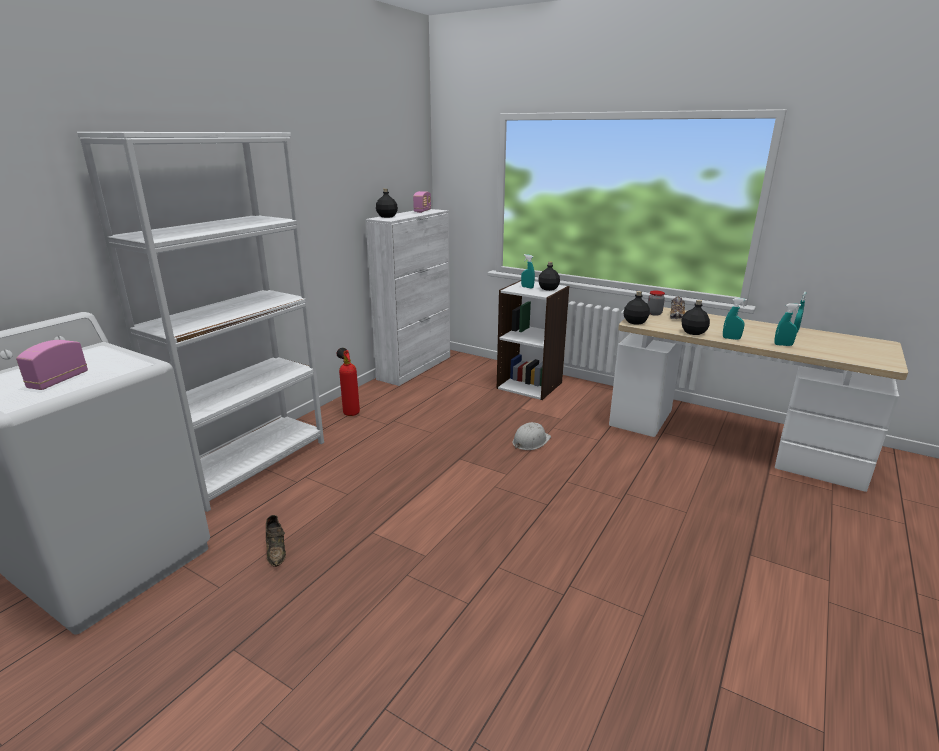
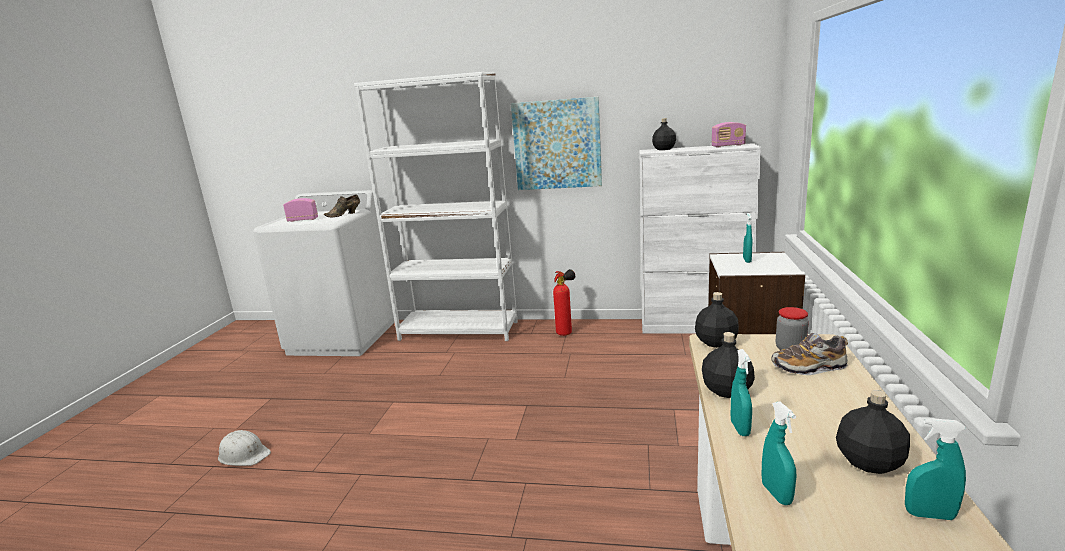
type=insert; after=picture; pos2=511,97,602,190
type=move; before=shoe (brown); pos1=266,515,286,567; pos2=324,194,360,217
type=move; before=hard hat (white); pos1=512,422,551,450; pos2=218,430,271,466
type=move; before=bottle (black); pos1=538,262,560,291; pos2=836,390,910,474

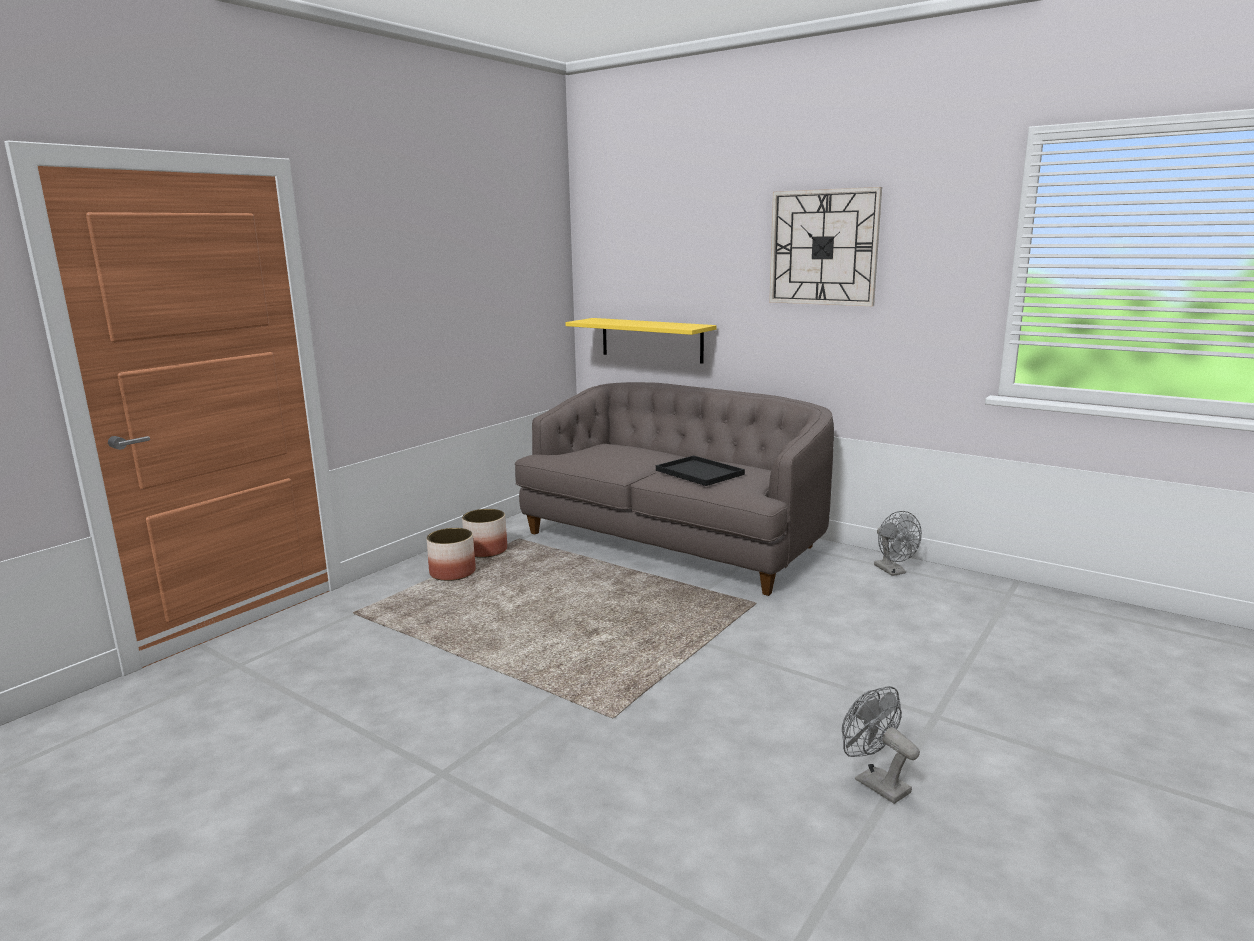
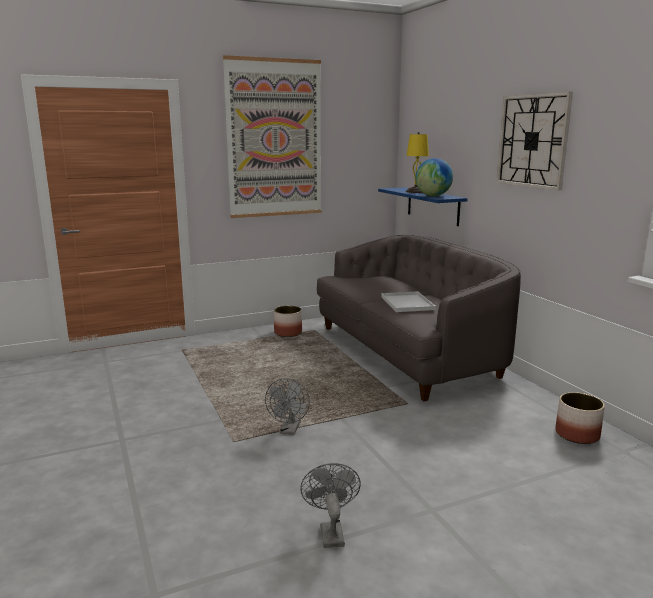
type=insert; after=picture; pos2=223,55,321,218
type=insert; after=table lamp (yellow); pos2=406,132,429,193
type=insert; after=globe; pos2=415,158,453,196
type=move; before=planter; pos1=426,528,476,581; pos2=555,392,605,444
type=move; before=fan (grey); pos1=874,511,922,576; pos2=265,378,310,435
type=recolor; before=shelf (yellow); after=shelf (blue); pos1=565,318,717,364; pos2=378,187,468,226
type=recolor; before=tray (black); after=tray (white); pos1=656,456,745,486; pos2=381,291,436,312

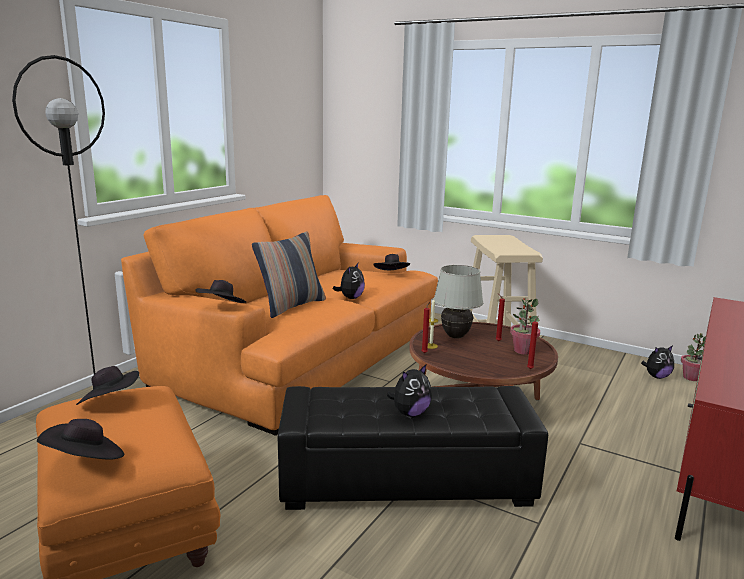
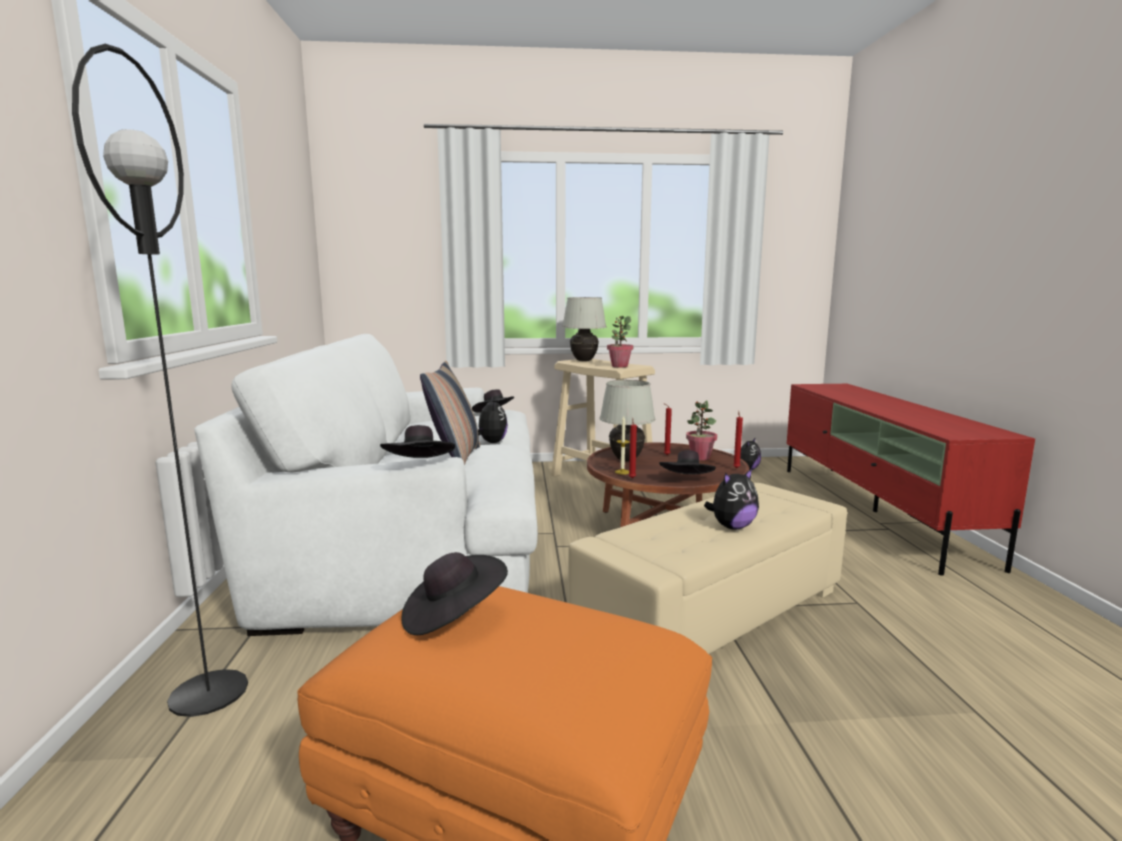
type=insert; after=table lamp (white); pos2=562,297,606,361
type=move; before=hat (black); pos1=37,419,125,460; pos2=659,450,716,475
type=move; before=potted plant; pos1=681,333,706,381; pos2=607,316,633,367
type=recolor; before=sofa (orange); after=sofa (white); pos1=121,195,438,436; pos2=194,334,538,636
type=recolor; before=ottoman (black); after=ottoman (beige); pos1=278,386,548,510; pos2=568,483,847,654
type=rotate; before=plush toy; pos1=387,365,432,417; pos2=704,468,759,529; turn=45

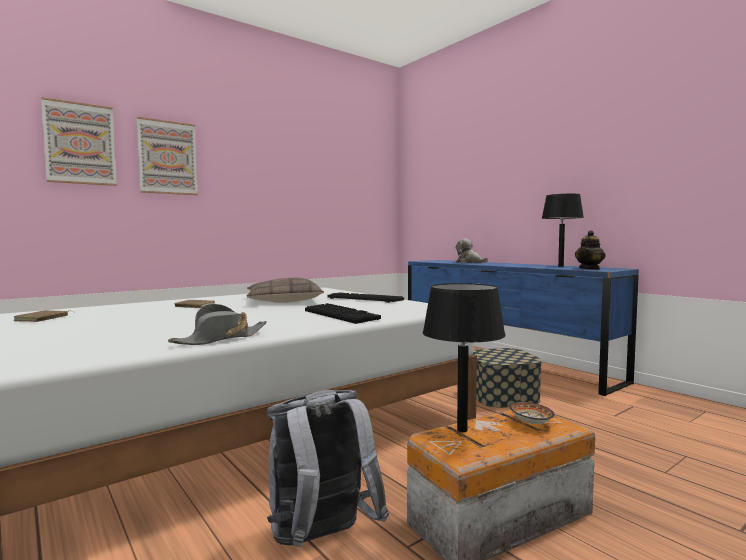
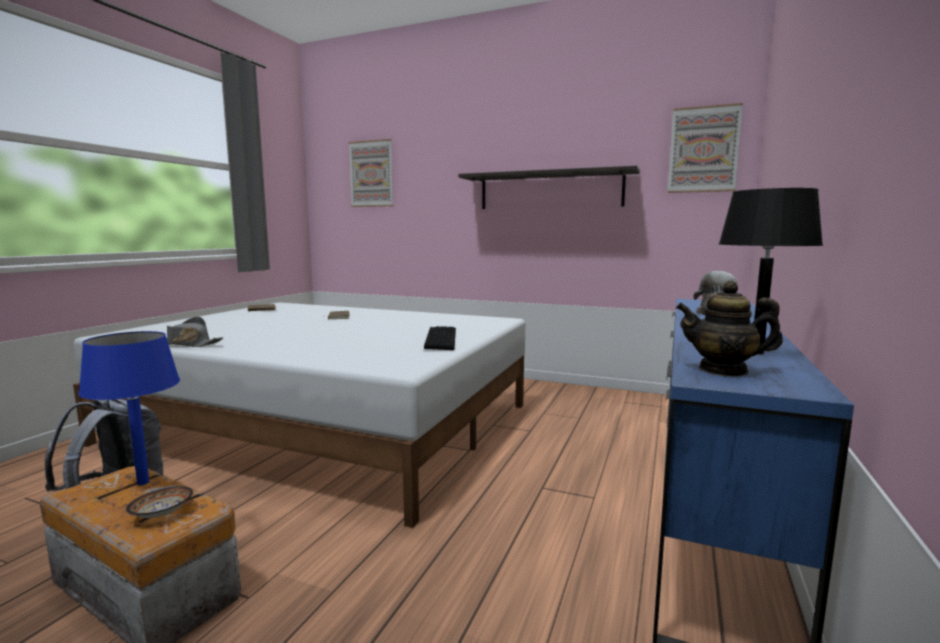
type=delete; before=pillow; pos1=246,278,324,303
type=delete; before=keyboard; pos1=305,303,381,324
type=delete; before=storage box; pos1=472,348,542,408
type=insert; after=shelf; pos2=458,166,640,209
type=move; before=picture; pos1=137,117,198,195; pos2=668,103,743,193
type=recolor; before=table lamp (black); after=table lamp (blue); pos1=423,283,506,432; pos2=78,331,180,485

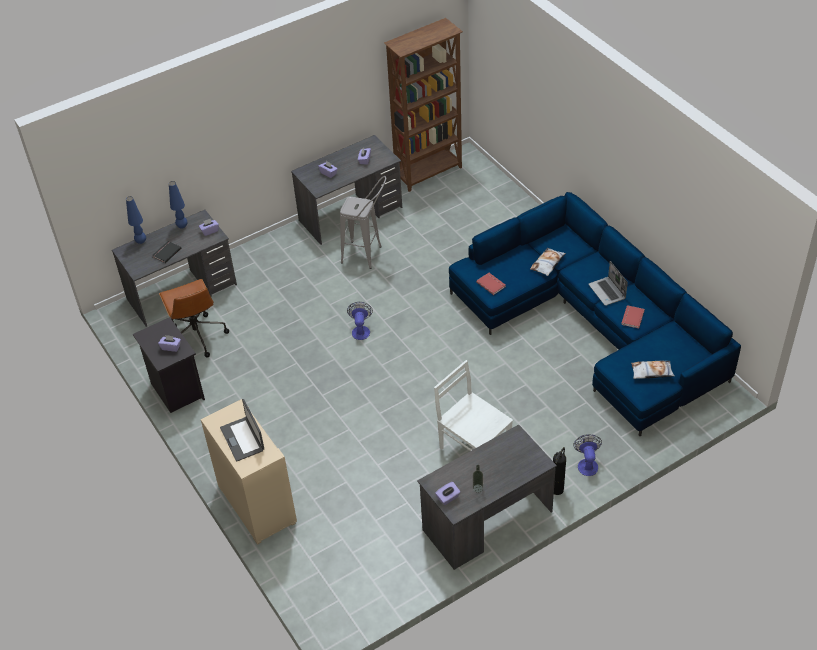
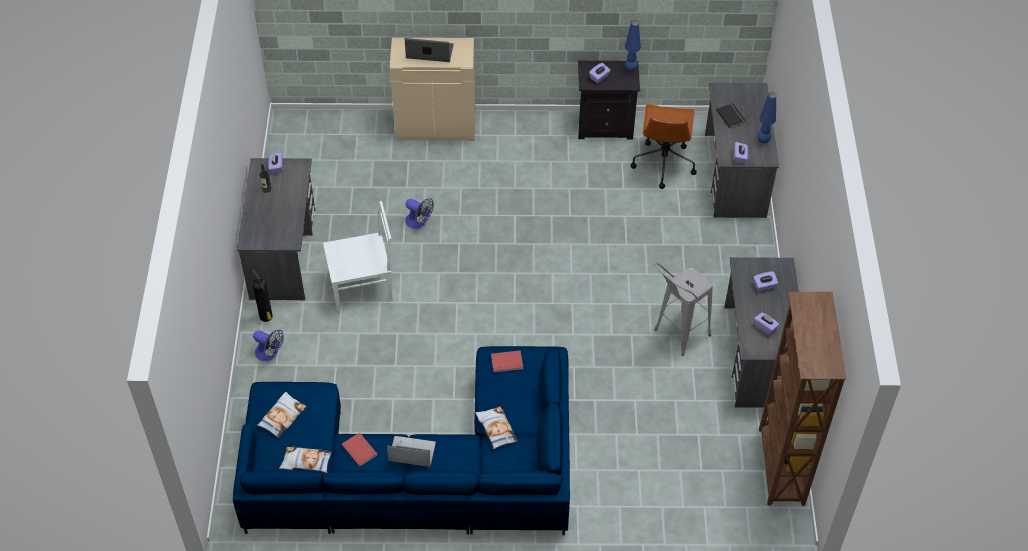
type=insert; after=pillow; pos2=279,447,332,473
type=move; before=table lamp (blue); pos1=126,197,146,244; pos2=625,20,641,71
type=move; before=fan; pos1=347,302,373,340; pos2=405,198,434,229
type=rotate; before=office chair (brown); pos1=159,279,229,357; pos2=631,105,697,189; turn=-90

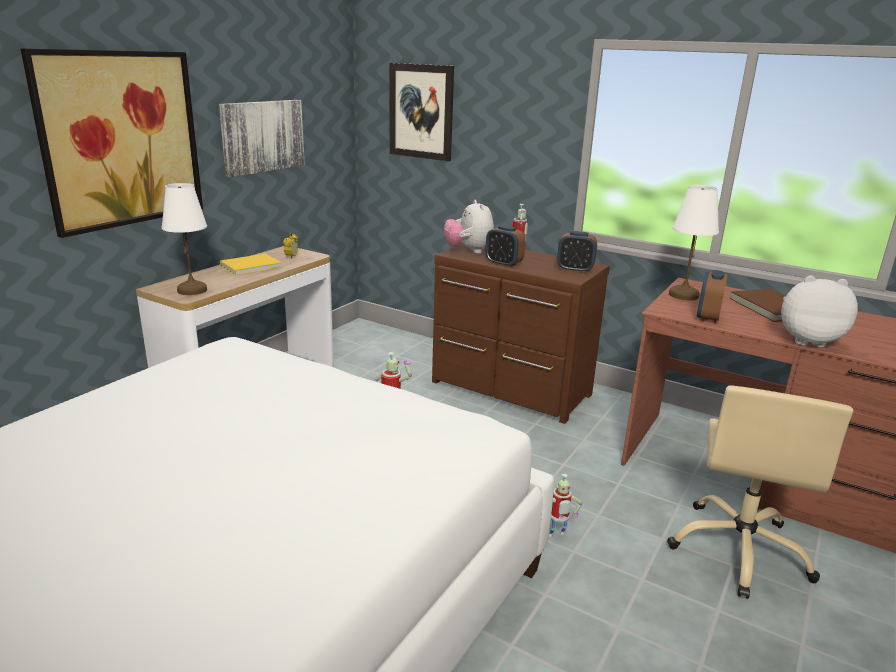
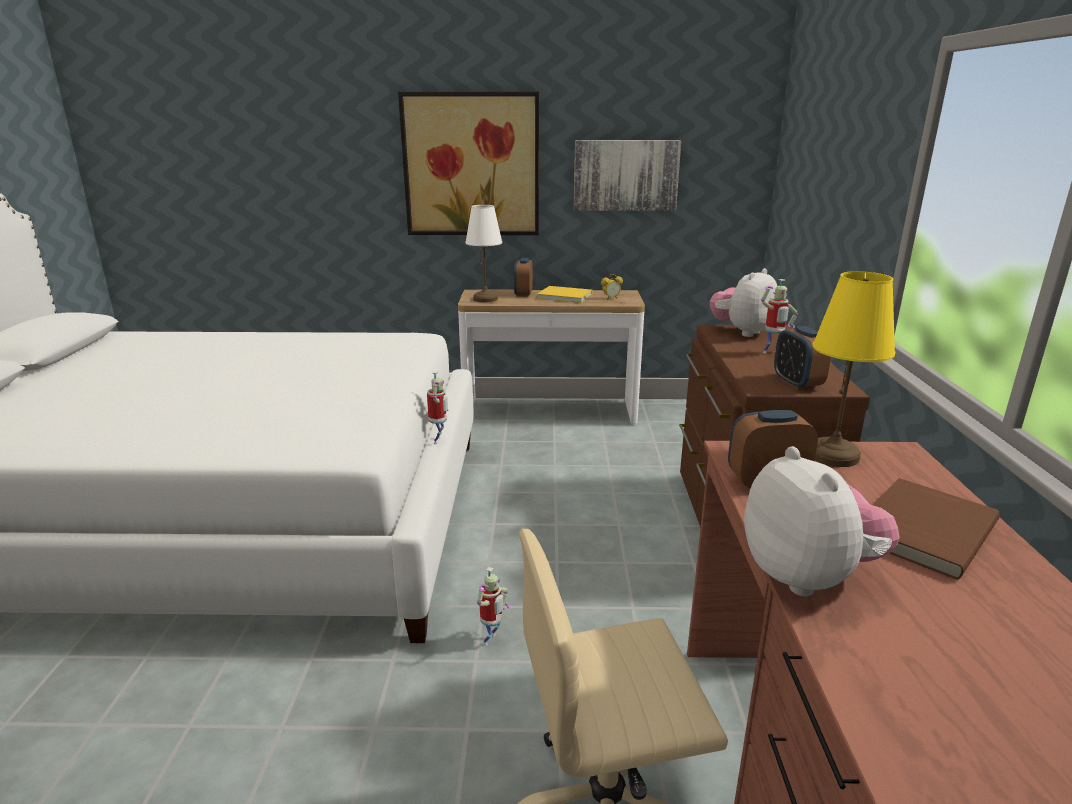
type=delete; before=picture; pos1=390,63,454,161
type=move; before=alarm clock; pos1=485,225,526,268; pos2=514,258,533,297
type=recolor; before=table lamp (white); after=table lamp (yellow); pos1=669,185,719,300; pos2=813,271,895,467
type=rotate; before=toy robot; pos1=549,474,582,537; pos2=477,567,509,646; turn=-105

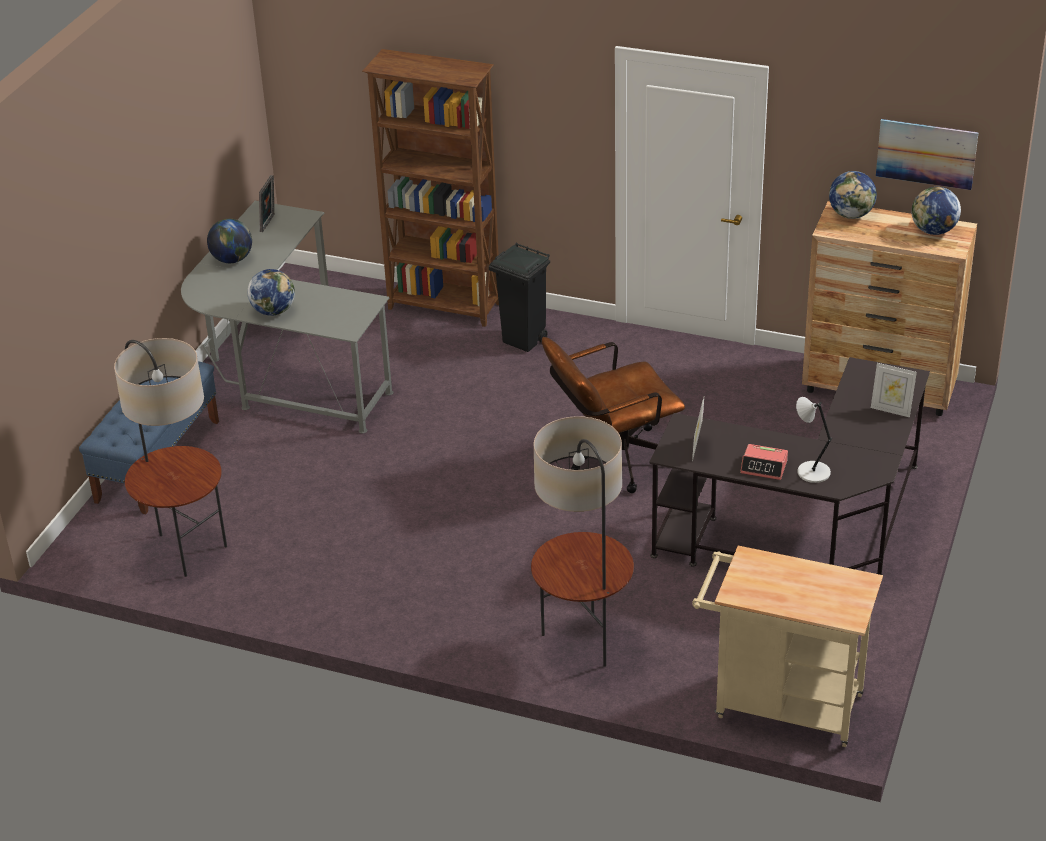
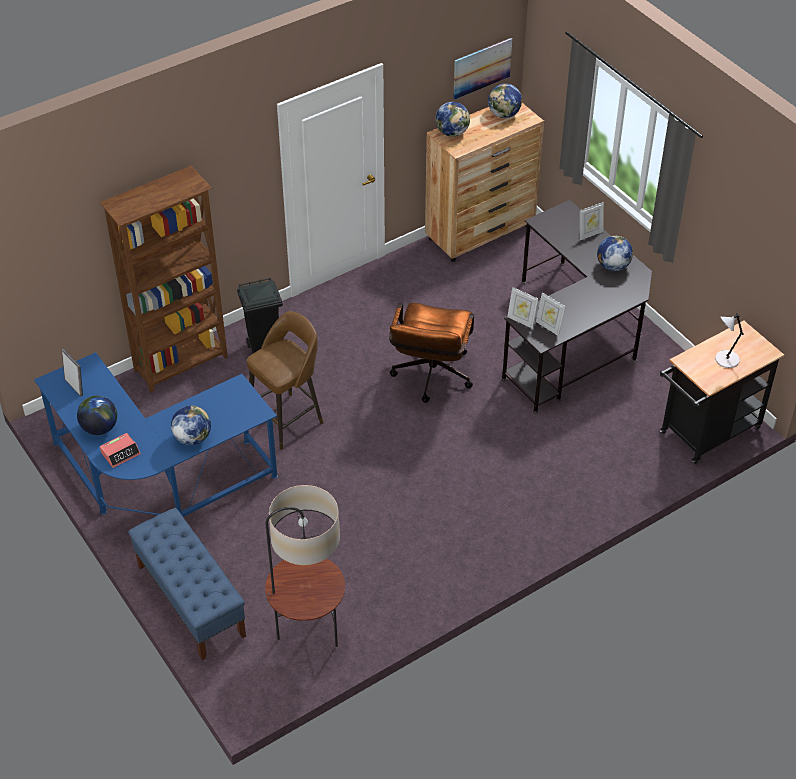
type=delete; before=floor lamp; pos1=531,416,634,667
type=insert; after=stool (brown); pos2=247,311,324,450
type=insert; after=picture frame; pos2=507,287,538,329
type=insert; after=globe; pos2=597,236,633,271
type=move; before=alarm clock; pos1=740,444,788,480; pos2=100,433,141,468
type=move; before=table lamp (grey); pos1=796,397,832,483; pos2=715,313,743,368
type=recolor; before=desk (grey); after=desk (blue); pos1=181,201,393,433; pos2=34,352,278,517
type=recolor; before=cart (beige); after=cart (black); pos1=692,546,883,747; pos2=660,320,784,464

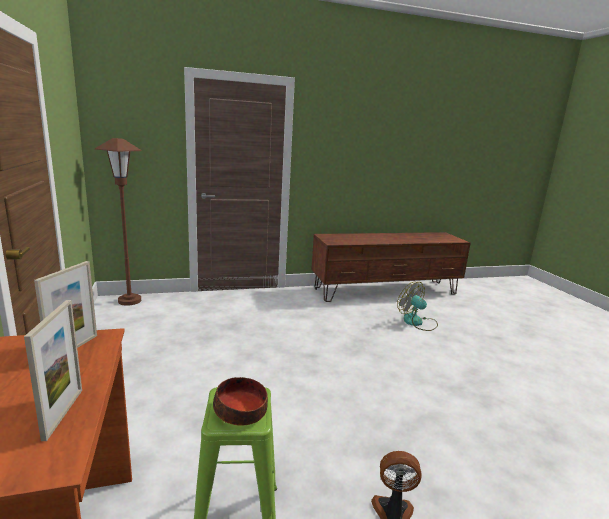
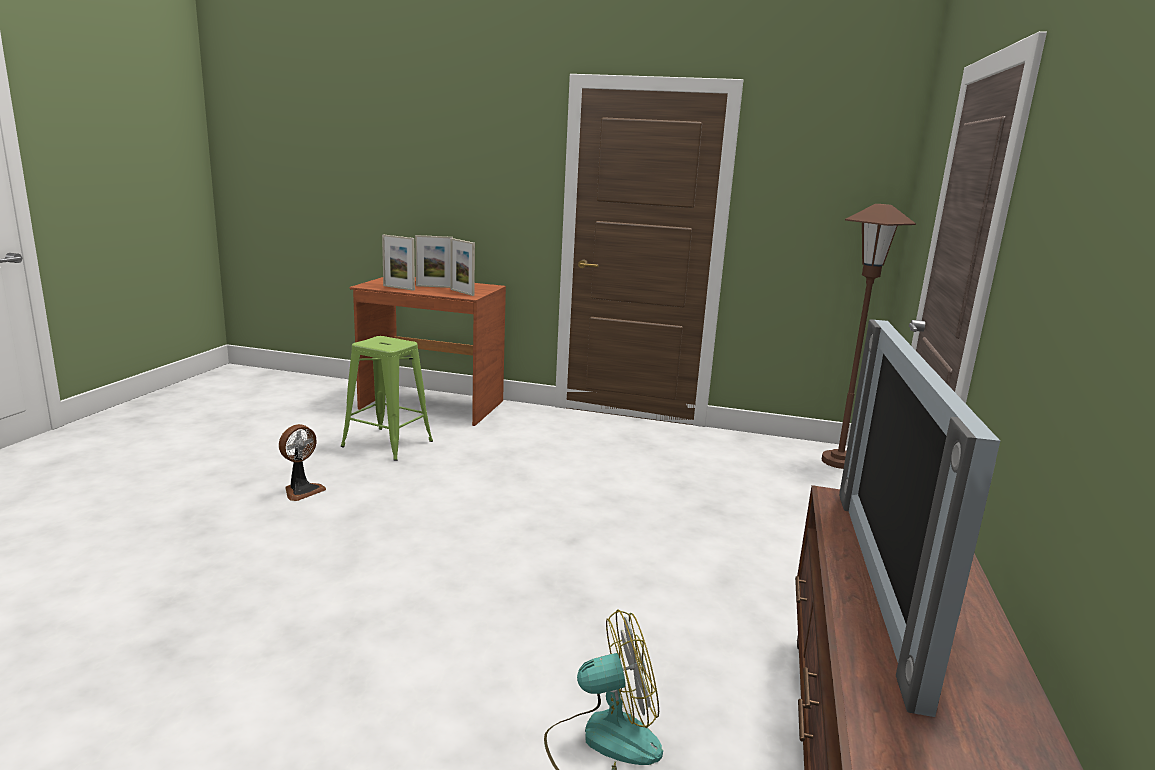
type=delete; before=bowl; pos1=213,377,268,426
type=insert; after=picture frame; pos2=415,235,453,288
type=insert; after=television; pos2=839,319,1000,717

